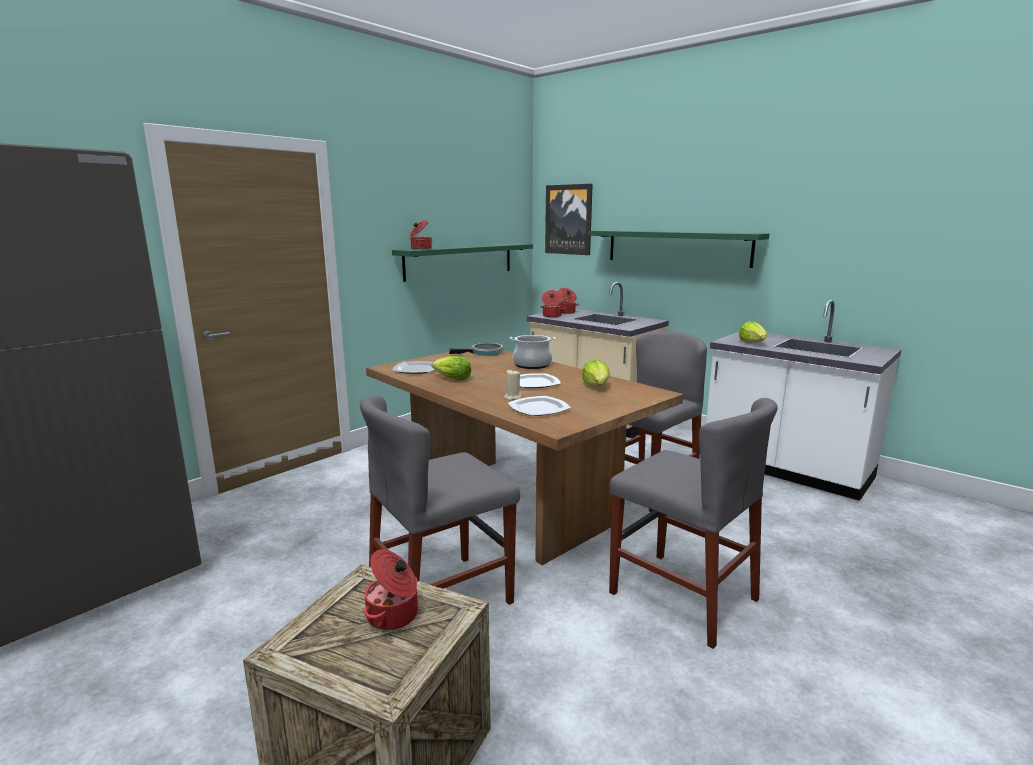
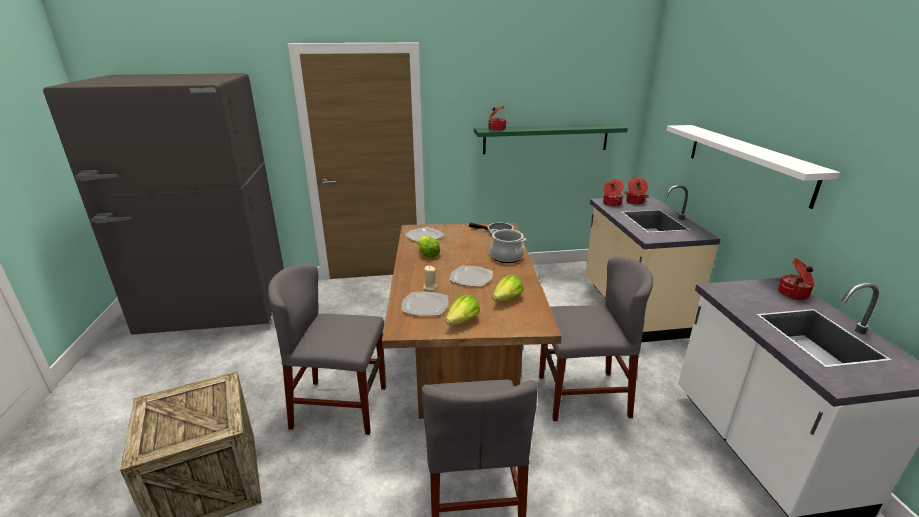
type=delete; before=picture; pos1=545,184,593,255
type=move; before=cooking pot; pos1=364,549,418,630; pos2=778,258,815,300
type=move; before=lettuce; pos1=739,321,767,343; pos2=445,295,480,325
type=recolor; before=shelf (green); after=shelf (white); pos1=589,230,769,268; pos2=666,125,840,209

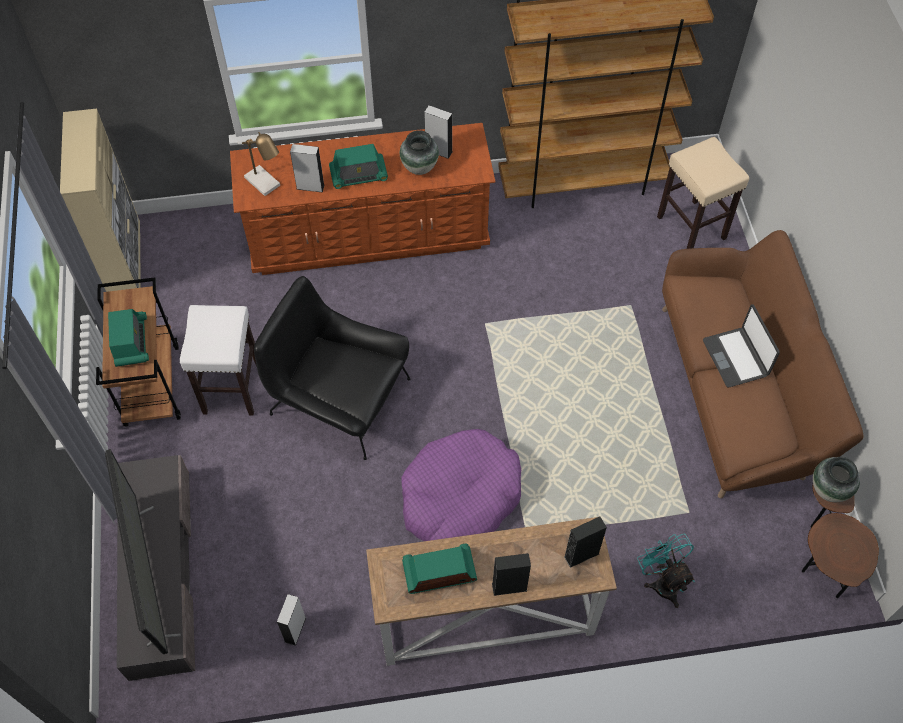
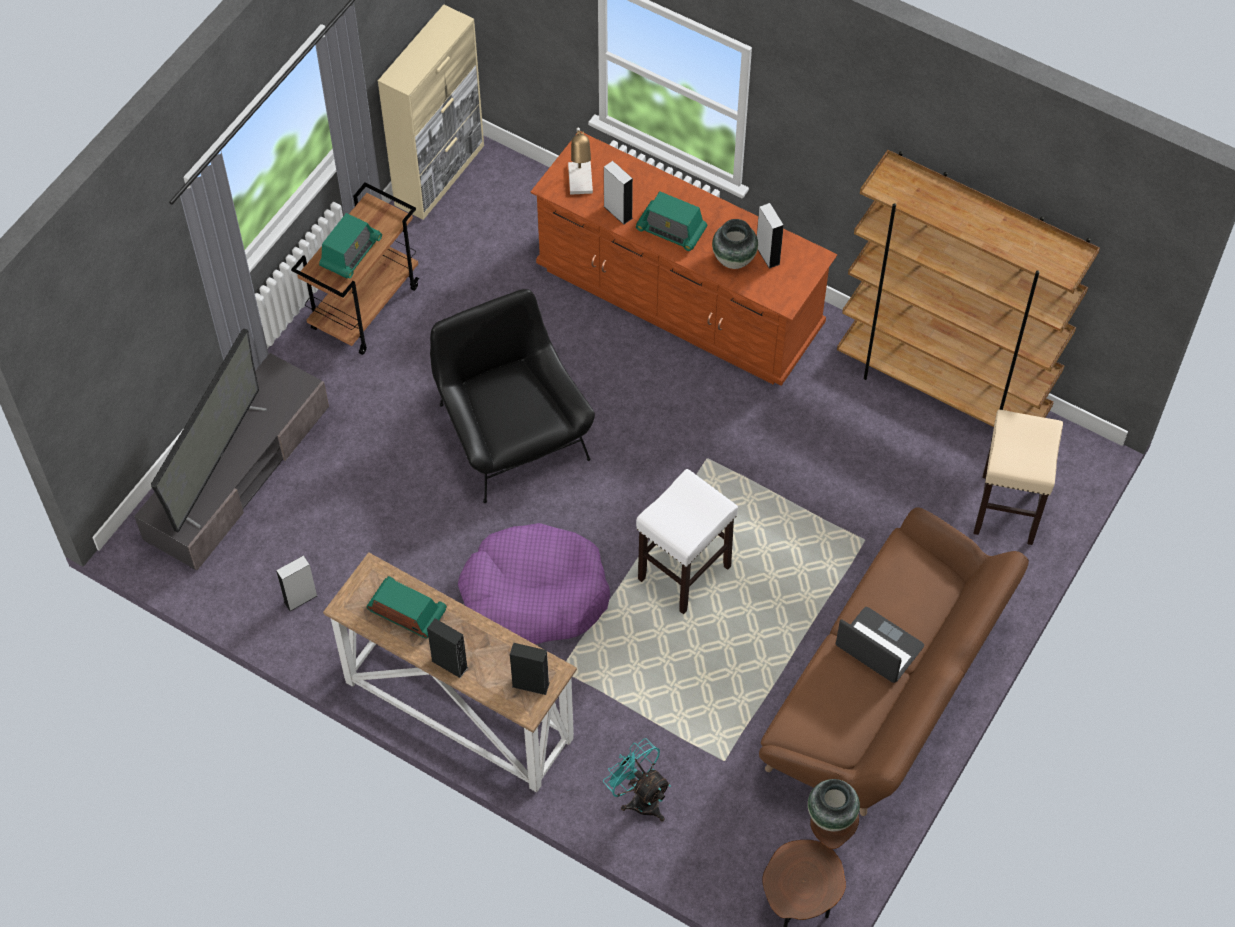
type=move; before=stool (white); pos1=180,305,257,416; pos2=636,469,738,614
type=rotate; before=fan (turquoise); pos1=637,534,695,608; pos2=603,738,671,821; turn=-60
type=rotate; before=laptop; pos1=703,304,780,388; pos2=836,607,924,683; turn=105

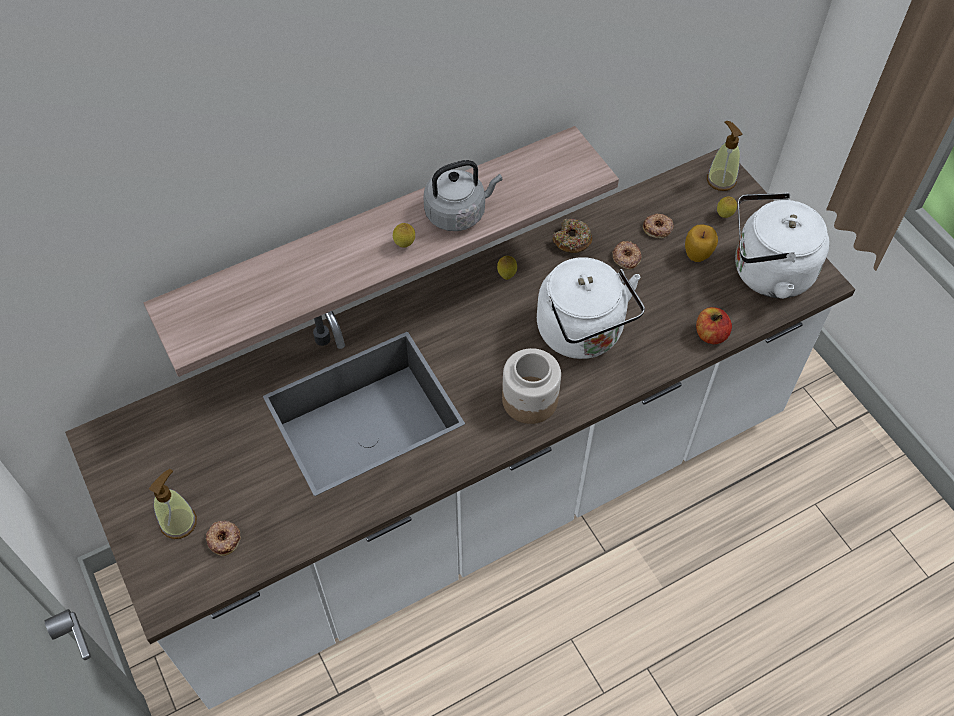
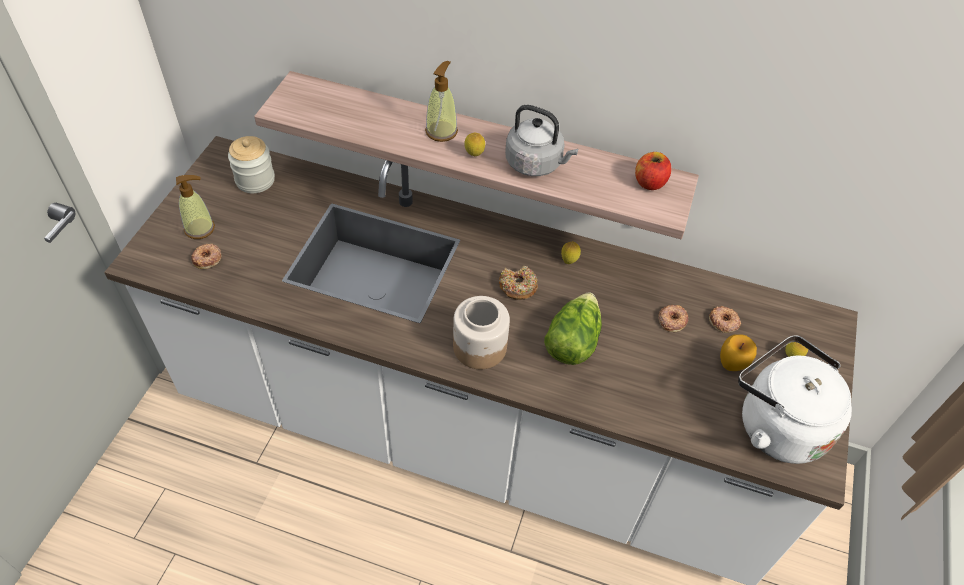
type=insert; after=jar; pos2=228,136,275,193
type=move; before=donut; pos1=552,219,592,253; pos2=499,266,538,300
type=move; before=apple; pos1=696,307,732,344; pos2=635,152,671,190
type=move; before=soap dispenser; pos1=707,121,742,191; pos2=425,61,458,142
type=replace; before=kettle (white); after=lettuce; pos1=537,257,645,359; pos2=544,292,602,365

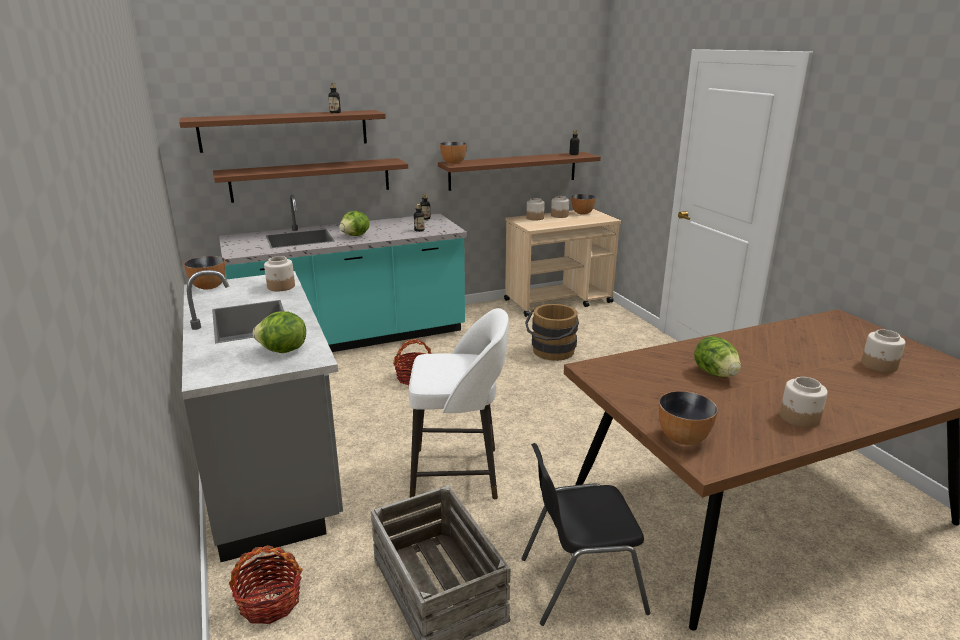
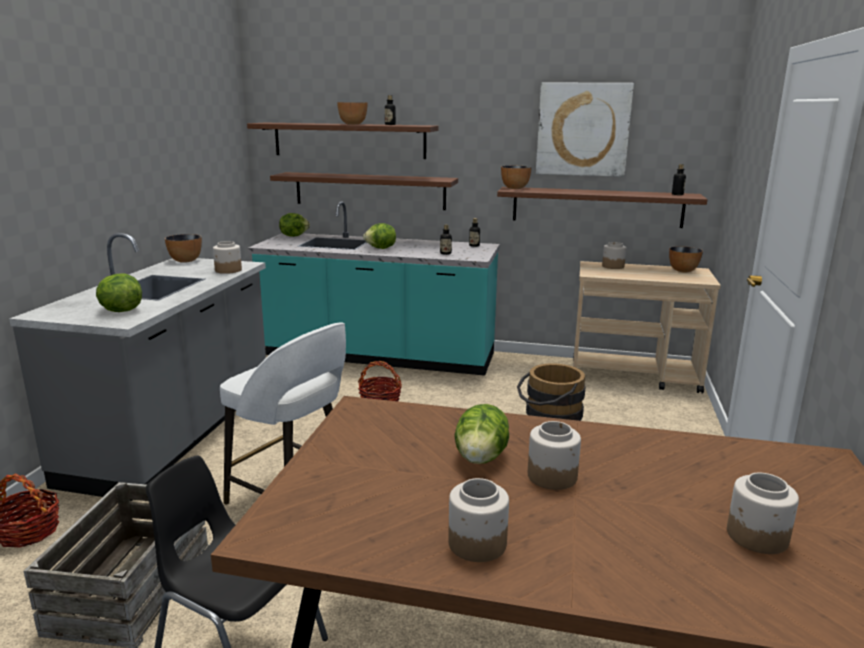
type=insert; after=lettuce; pos2=279,213,310,237
type=insert; after=picture; pos2=536,83,634,177
type=move; before=jar; pos1=551,196,569,218; pos2=528,421,581,490
type=move; before=bowl; pos1=659,391,718,445; pos2=337,102,367,125

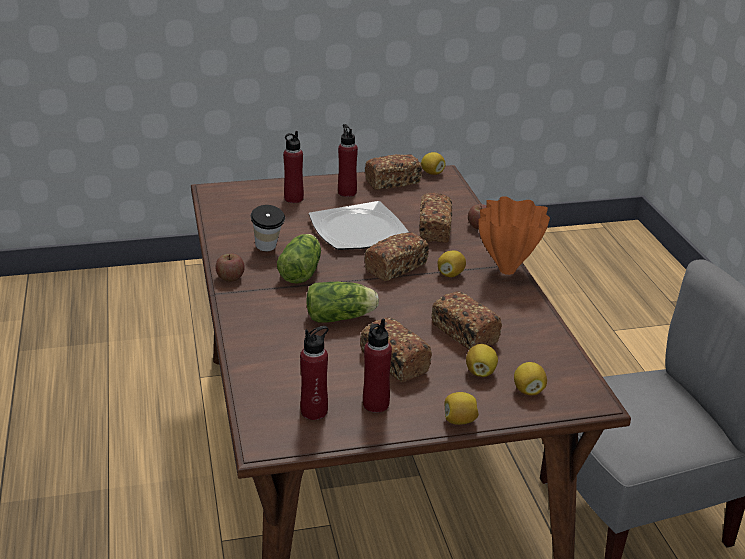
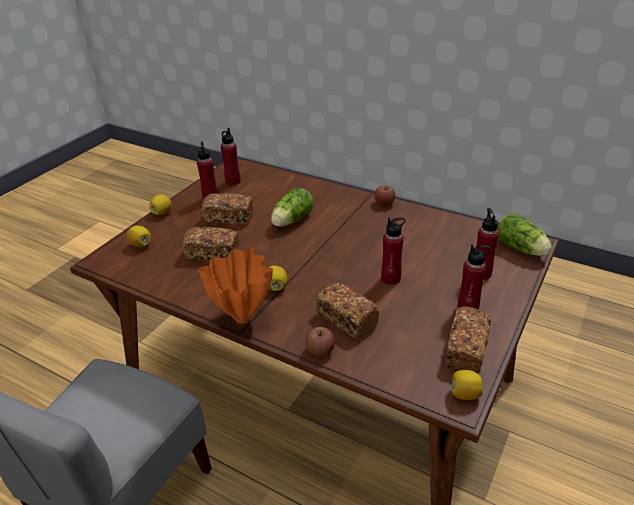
type=delete; before=cup; pos1=251,205,285,251
type=delete; before=bread; pos1=364,232,429,281
type=delete; before=lemon; pos1=466,344,498,377
type=move; before=lettuce; pos1=277,234,321,283; pos2=497,214,552,256
type=replace; before=plate; after=bottle (red); pos1=309,201,409,250; pos2=381,218,406,285

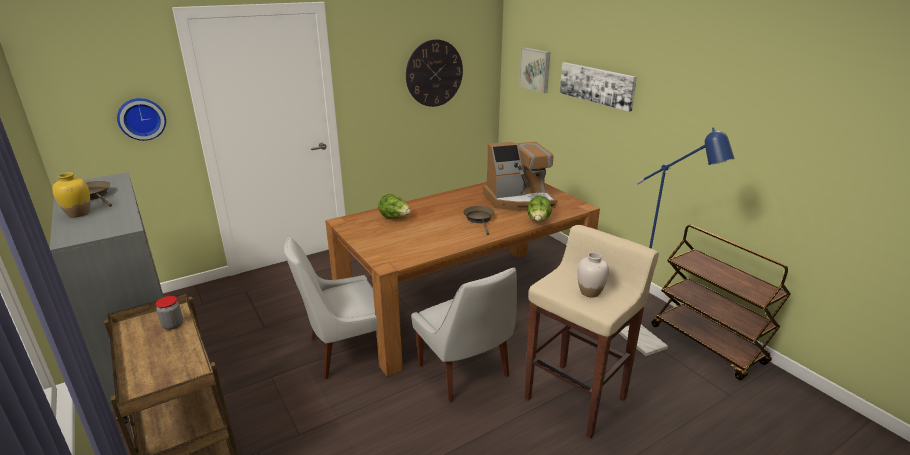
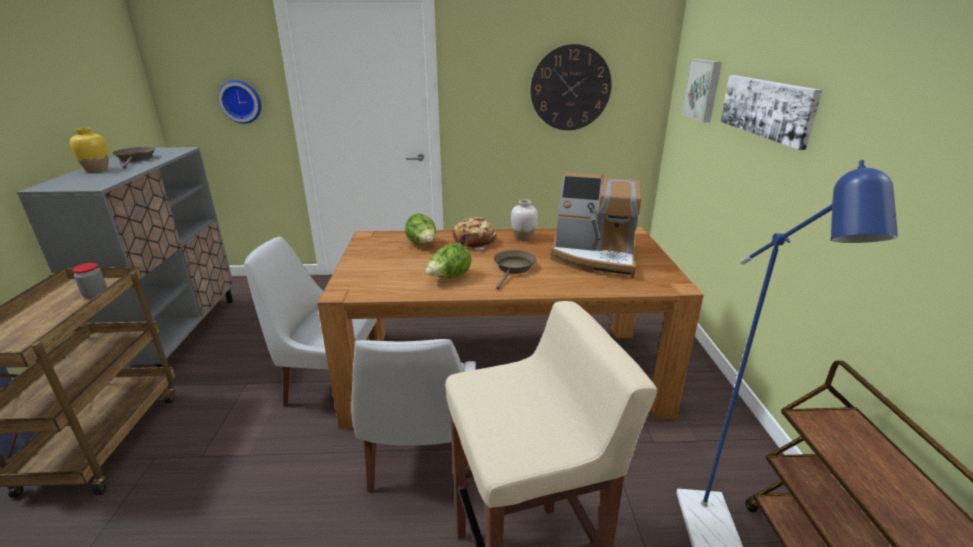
type=insert; after=bread; pos2=452,217,497,249
type=move; before=lettuce; pos1=527,196,552,221; pos2=426,243,471,278
type=move; before=vase (white); pos1=577,252,609,298; pos2=511,200,538,241

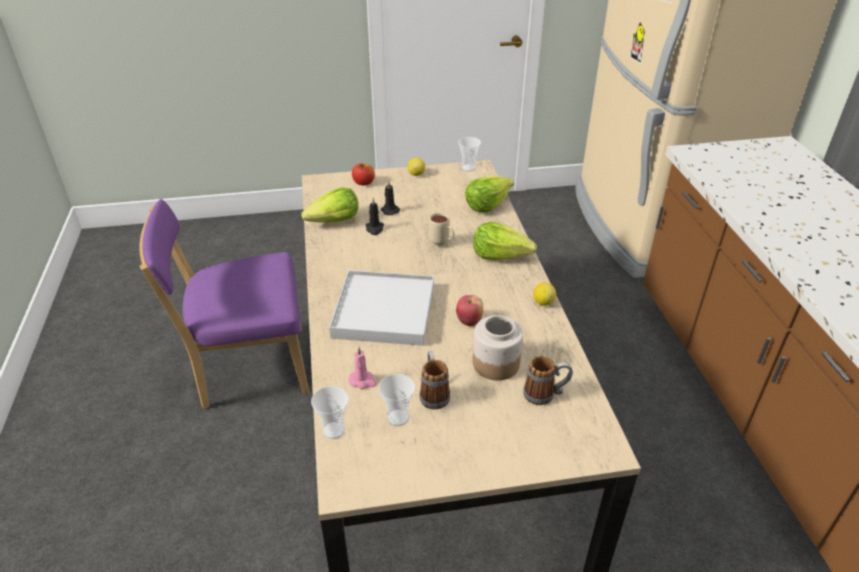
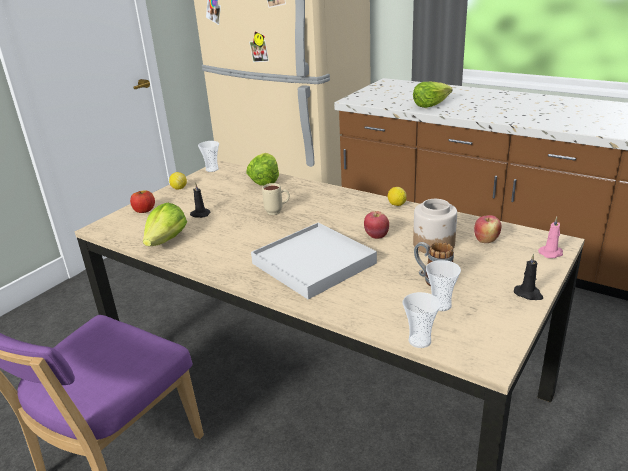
type=move; before=candle (pink); pos1=348,347,377,389; pos2=538,216,563,258
type=move; before=candle (black); pos1=366,198,384,235; pos2=514,254,543,300
type=move; before=lettuce; pos1=473,222,537,260; pos2=413,82,453,108
type=replace; before=mug; after=apple; pos1=523,356,573,405; pos2=474,215,502,243

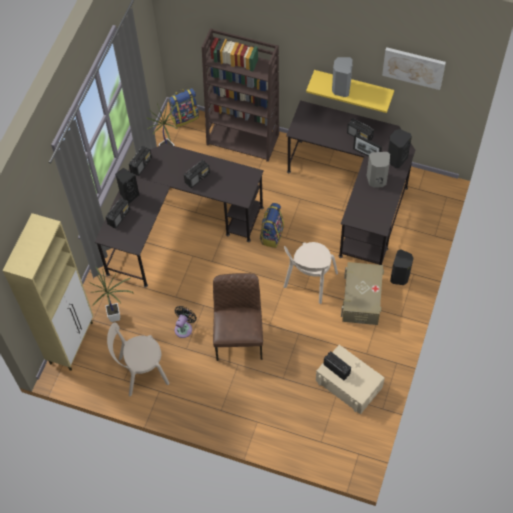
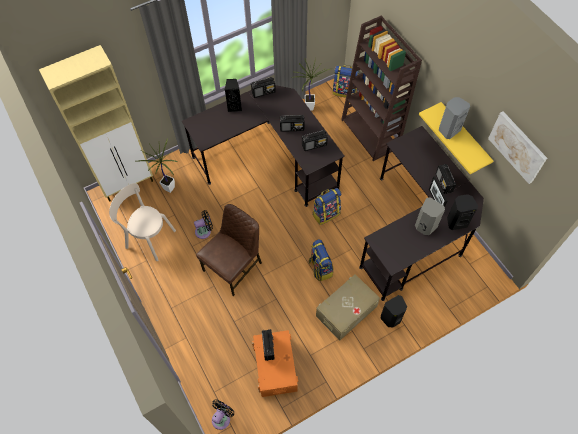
type=insert; after=fan (black); pos2=212,400,235,430
type=move; before=radio; pos1=106,198,130,229; pos2=302,130,328,151
type=replace; before=chair (beige); after=backpack; pos1=284,242,338,304; pos2=308,239,333,281
type=recolor; before=storage box (beige); after=storage box (orange); pos1=316,345,385,414; pos2=252,330,298,397

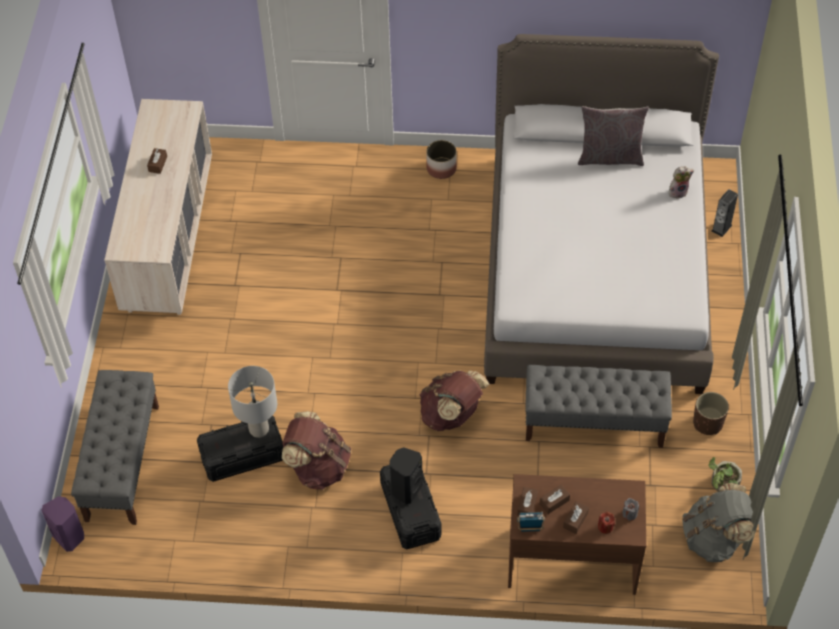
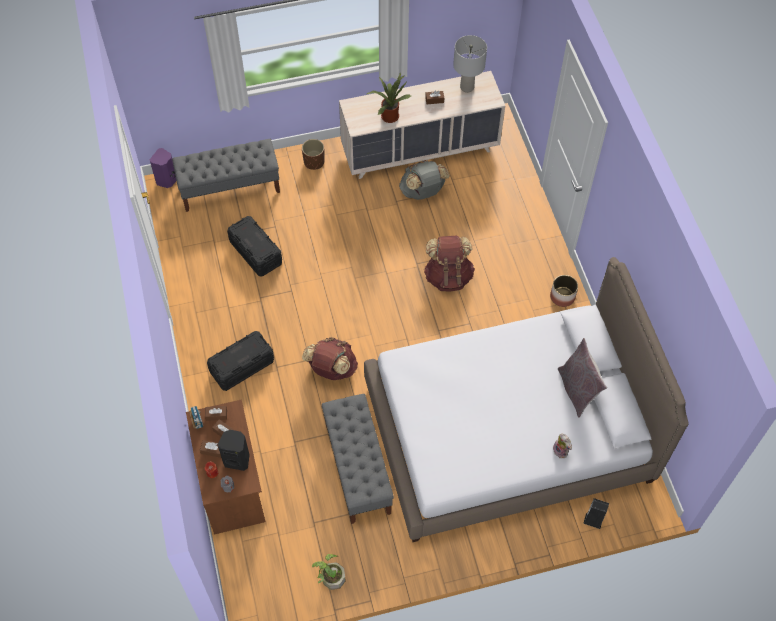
type=insert; after=potted plant; pos2=367,72,411,123
type=move; before=table lamp (grey); pos1=228,366,277,438; pos2=453,35,487,93
type=move; before=backpack (brown); pos1=282,411,351,490; pos2=424,236,475,291
type=move; before=speaker (black); pos1=390,447,423,504; pos2=218,430,249,471
type=move; before=backpack (grey); pos1=682,483,755,562; pos2=399,160,450,200
type=move; before=planter (brown); pos1=693,392,729,435; pos2=302,139,324,170

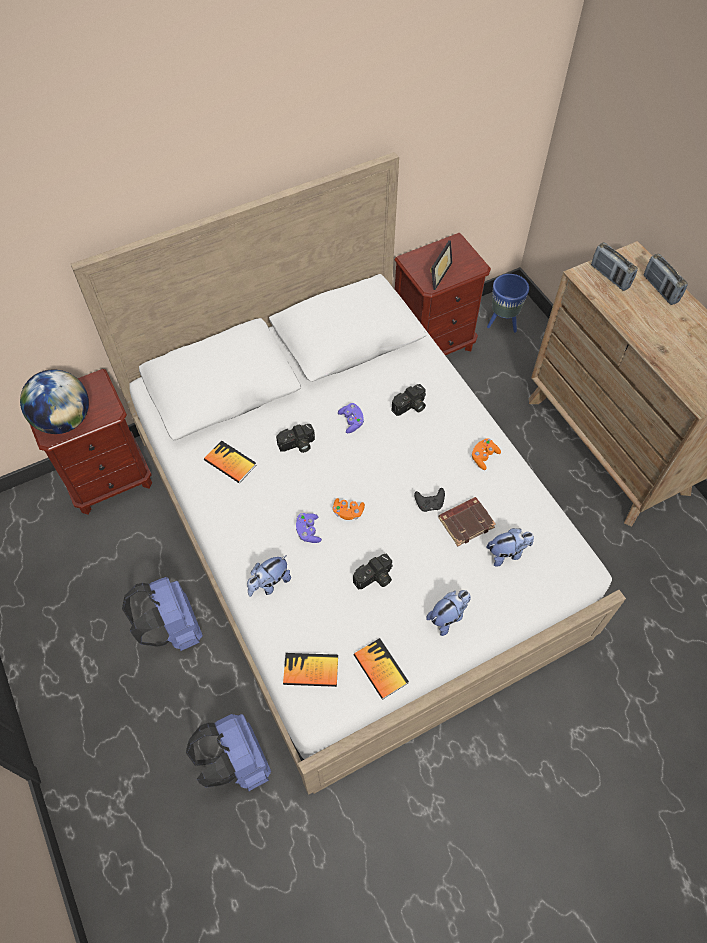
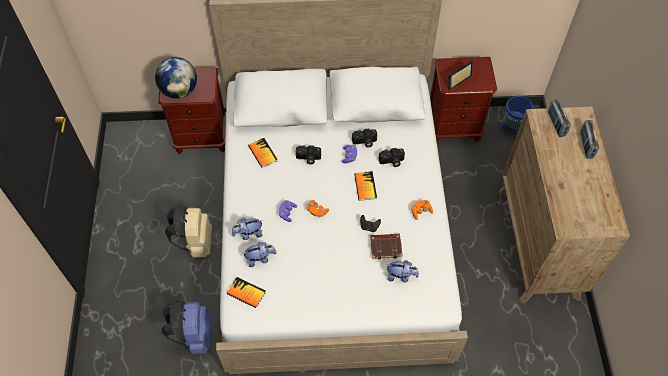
type=move; before=photo camera; pos1=353,554,393,589; pos2=352,129,377,148
type=move; before=book; pos1=353,638,409,700; pos2=354,171,377,201
type=move; before=plush toy; pos1=426,590,471,636; pos2=244,242,276,267
type=recolor; before=backpack (blue); after=backpack (beige); pos1=122,577,203,651; pos2=165,205,212,257

